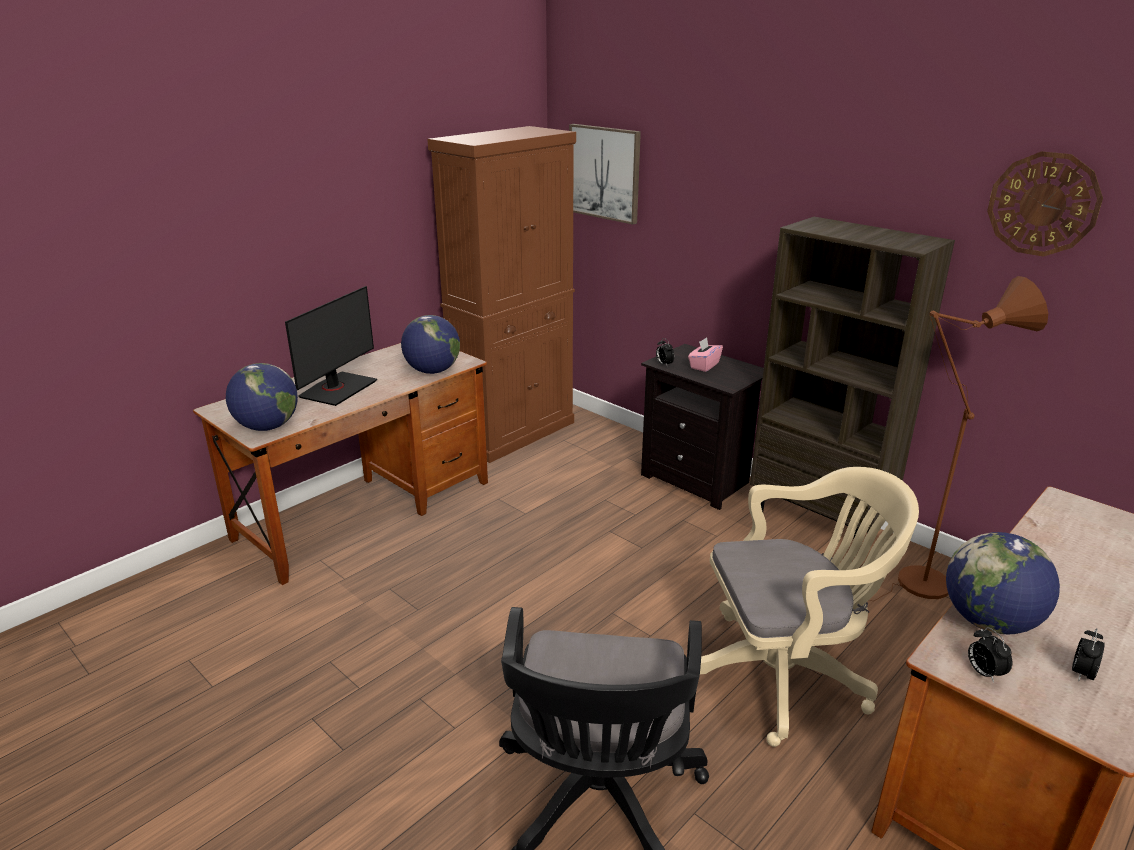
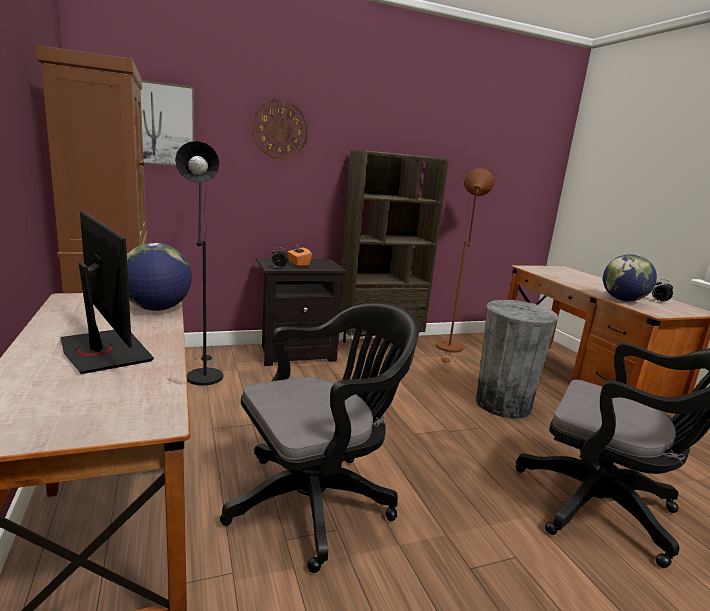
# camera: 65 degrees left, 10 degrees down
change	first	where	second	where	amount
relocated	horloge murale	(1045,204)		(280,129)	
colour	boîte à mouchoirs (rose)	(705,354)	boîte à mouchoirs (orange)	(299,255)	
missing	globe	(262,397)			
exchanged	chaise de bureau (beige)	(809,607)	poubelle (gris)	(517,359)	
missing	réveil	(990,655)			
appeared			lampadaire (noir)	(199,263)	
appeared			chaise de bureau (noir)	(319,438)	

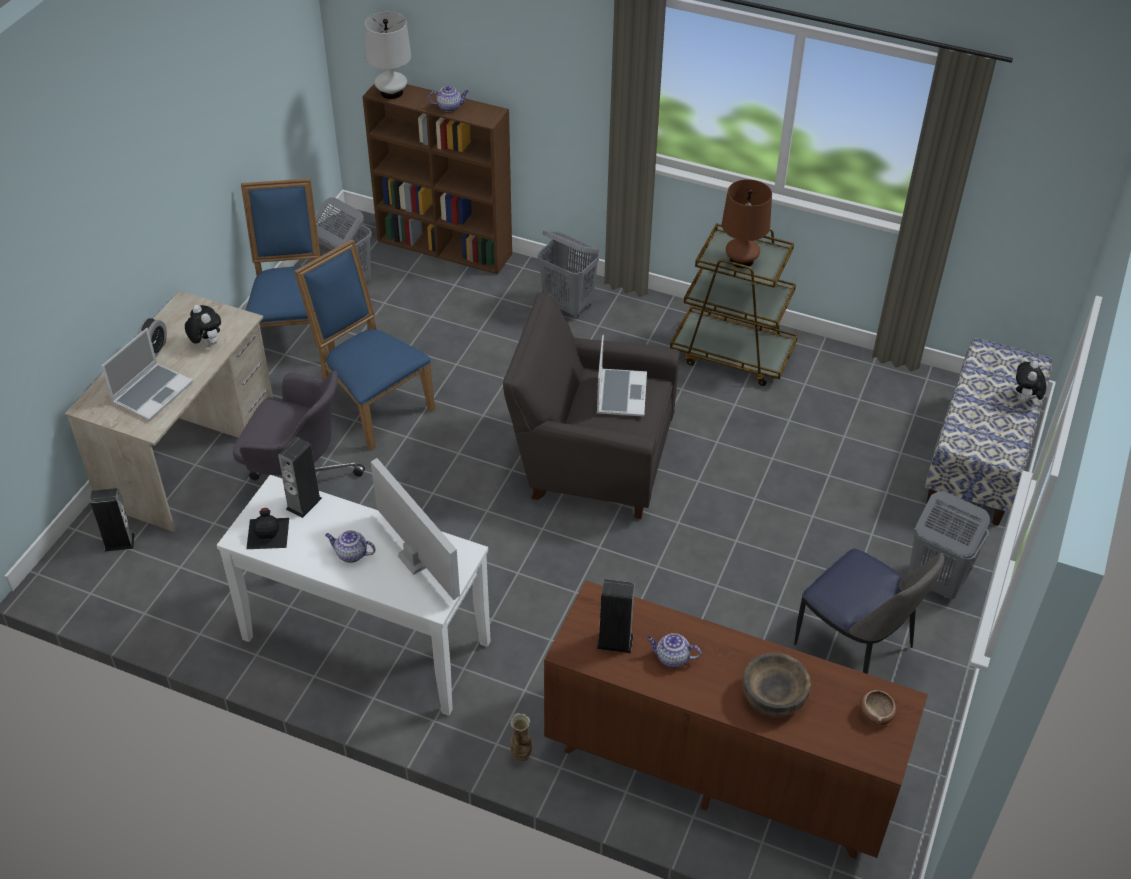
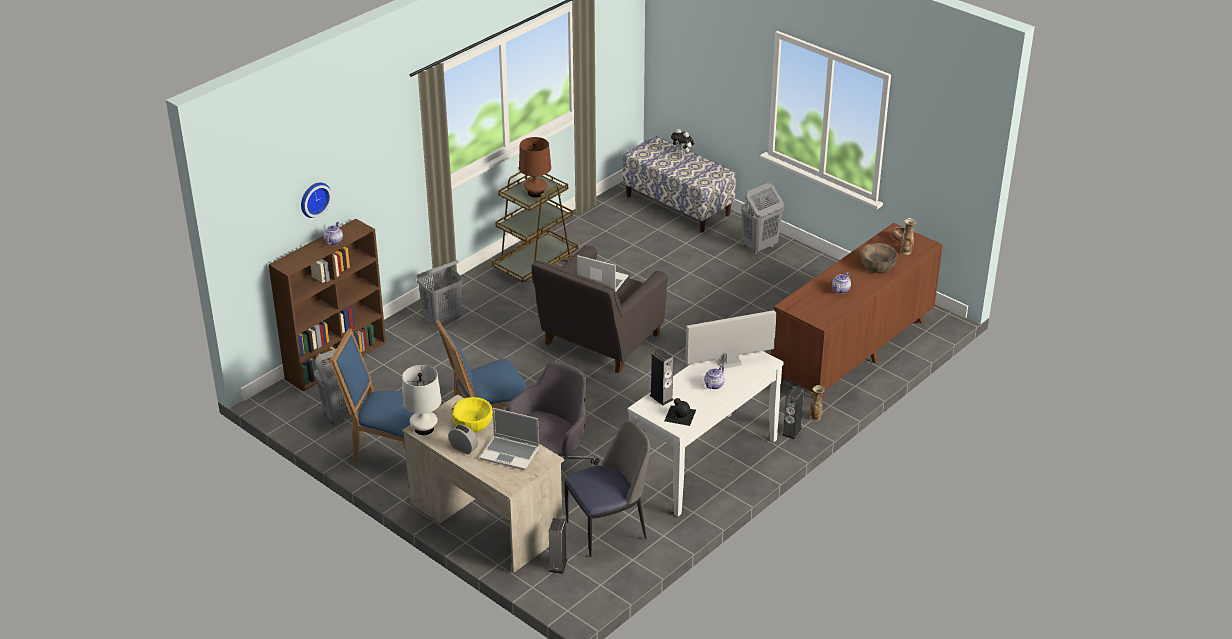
# camera: 70 degrees left, 10 degrees down
change	first	where	second	where	amount
relocated	lampe de table (blanc)	(388,55)		(422,400)	
exchanged	peluche	(203,325)	bol (jaune)	(472,414)	
spun	ordinateur portable	(147,374)		(509,439)	150 degrees clockwise
relocated	chaise	(869,611)		(607,488)	
relocated	enceinte	(616,616)		(793,412)	
appeared			horloge murale	(316,200)	
appeared			vase	(908,236)	

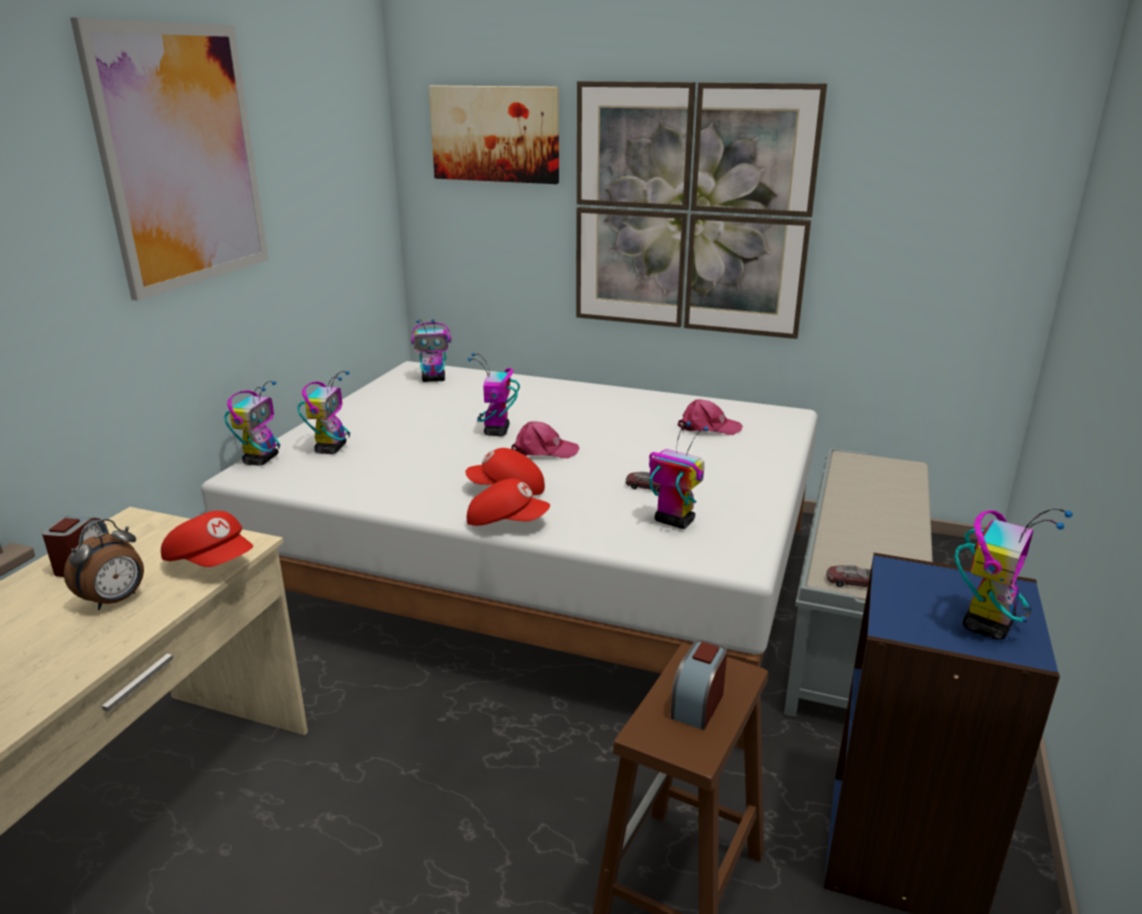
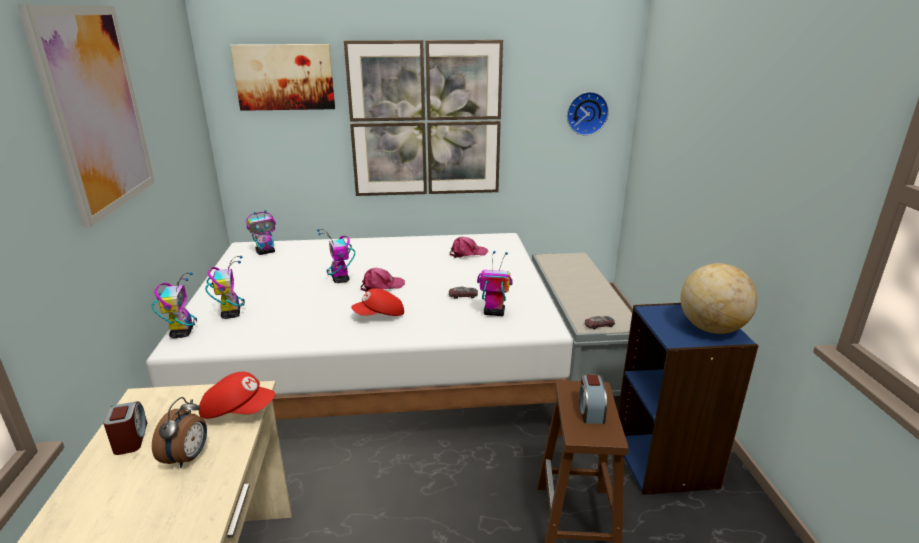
# camera: 25 degrees left, 0 degrees up
change	first	where	second	where	amount
missing	casquette (rouge)	(508,502)			
exchanged	robot jouet	(1013,574)	globe	(719,298)	
appeared			horloge murale	(588,114)	

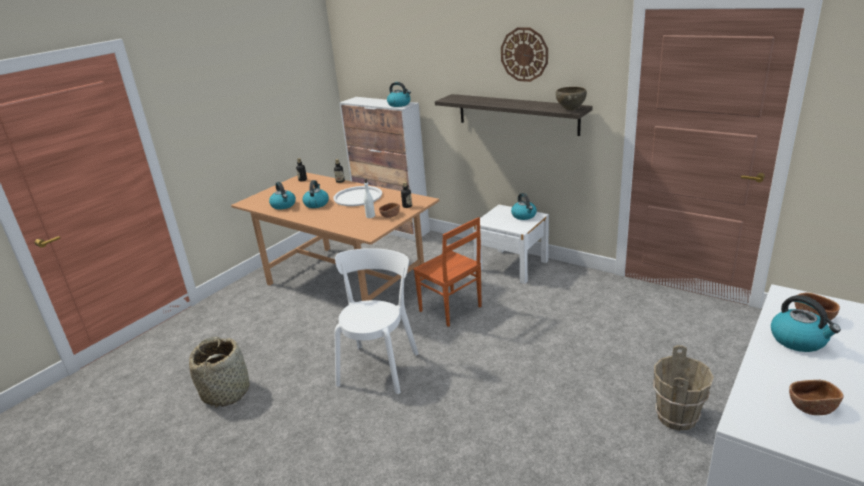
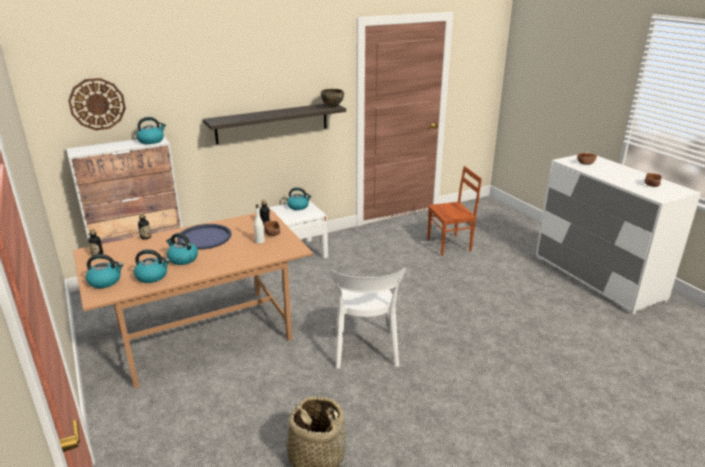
# camera: 65 degrees left, 0 degrees up
change	first	where	second	where	amount
relocated	horloge murale	(524,54)		(97,104)	
colour	plateau (blanc)	(357,196)	plateau (bleu)	(204,237)	
relocated	chaise (marron)	(447,272)		(454,211)	
spun	chaise (blanc)	(376,321)		(368,318)	135 degrees counterclockwise
relocated	bouilloire	(806,323)		(104,271)	
missing	seau (marron)	(683,388)			

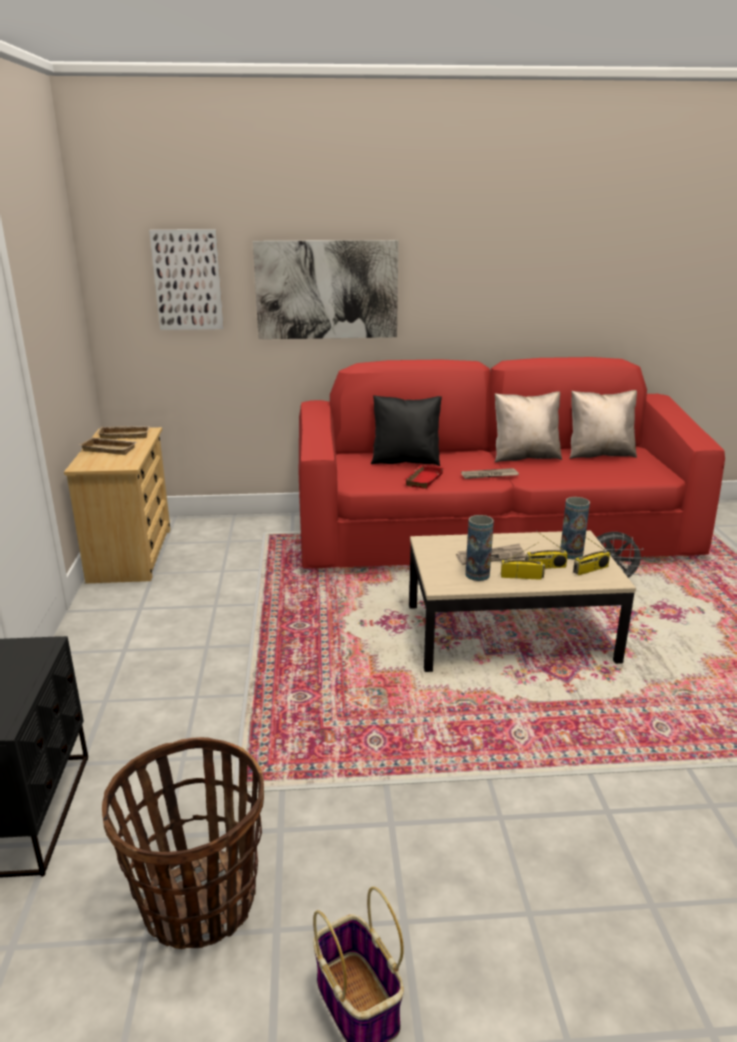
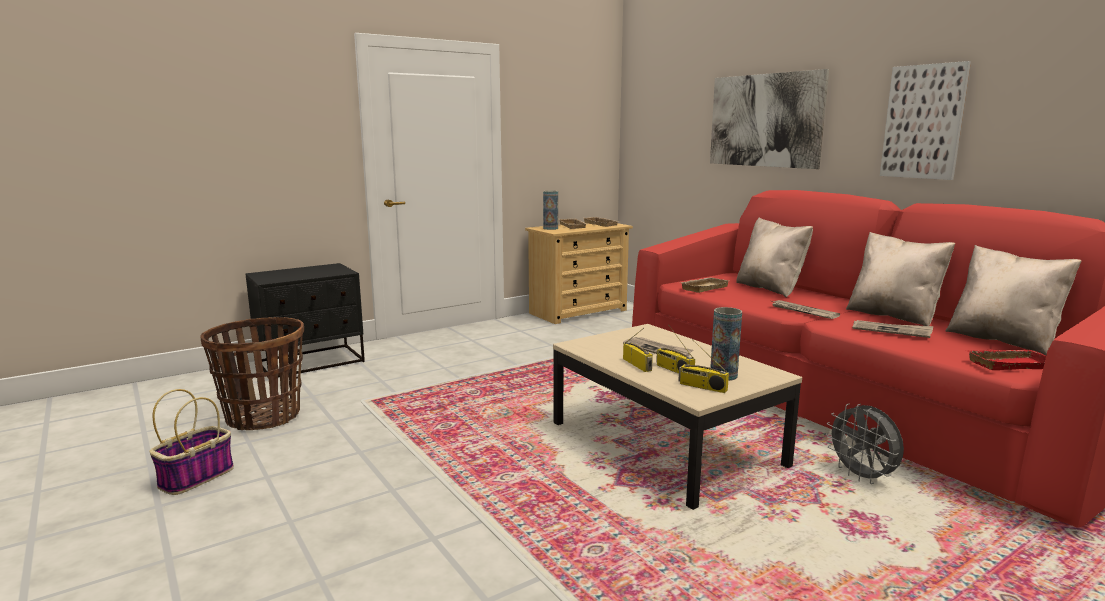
# camera: 60 degrees right, 10 degrees down
change	first	where	second	where	amount
relocated	tableau	(186,279)		(925,120)	
colour	coussin (noir)	(406,430)	coussin (beige)	(774,258)	
relocated	plateau (rouge)	(424,477)		(1006,360)	
relocated	vase	(479,548)		(550,210)	
appeared			plateau (beige)	(705,285)	
appeared			journal	(892,329)	

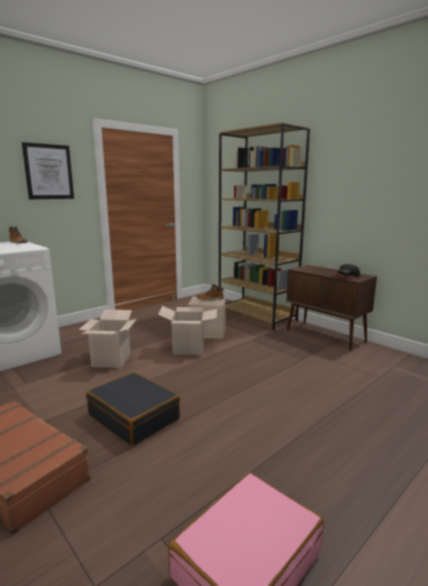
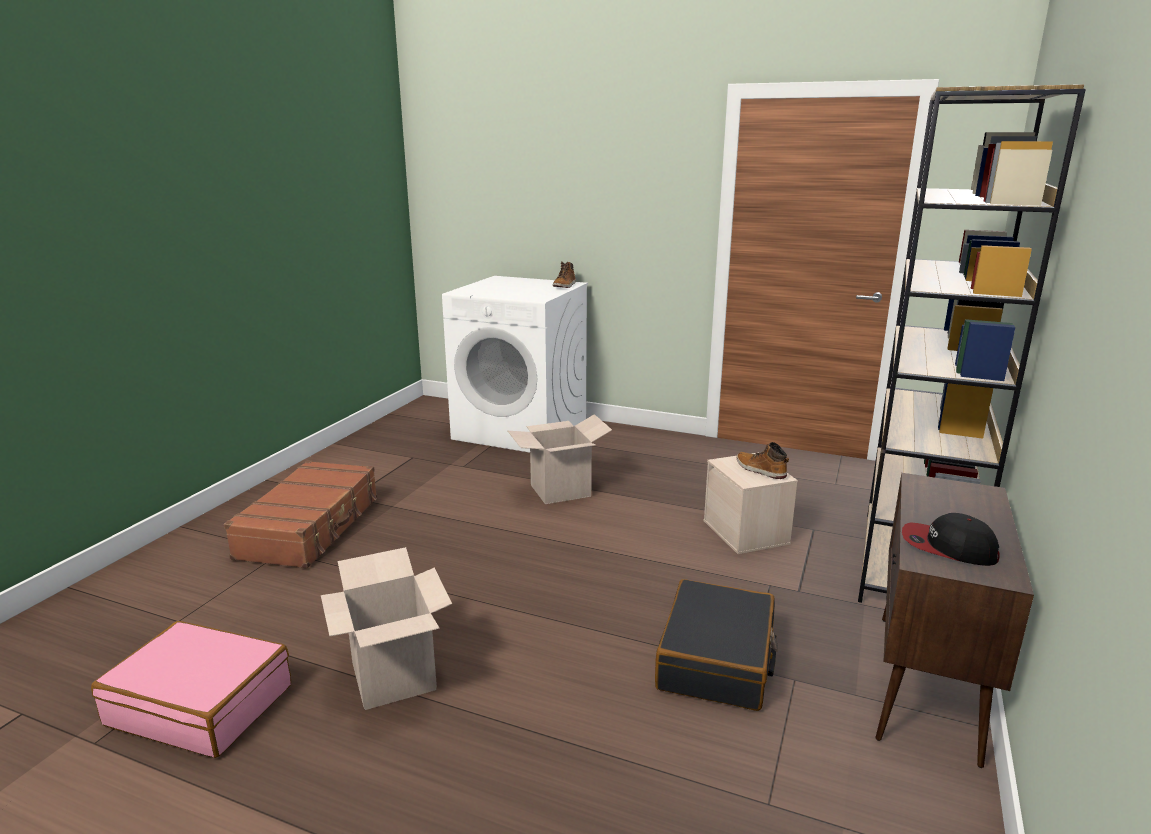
# camera: 65 degrees right, 5 degrees up
change	first	where	second	where	amount
missing	tableau	(48,170)			
relocated	carton	(187,330)		(386,628)	
relocated	valise (noir)	(133,409)		(716,645)	

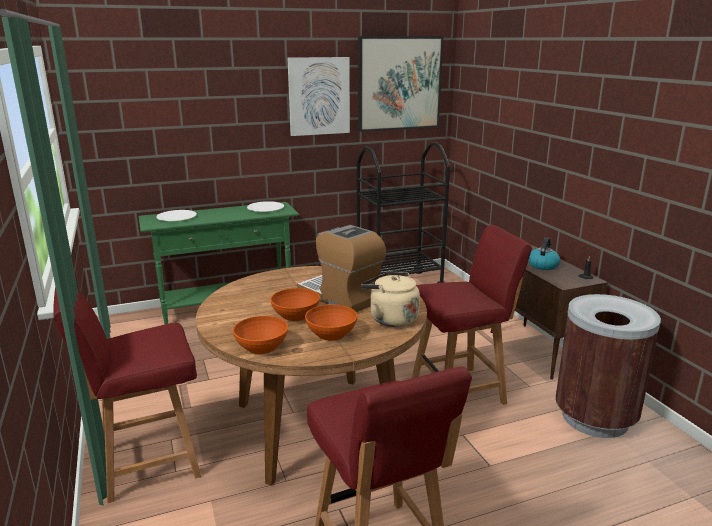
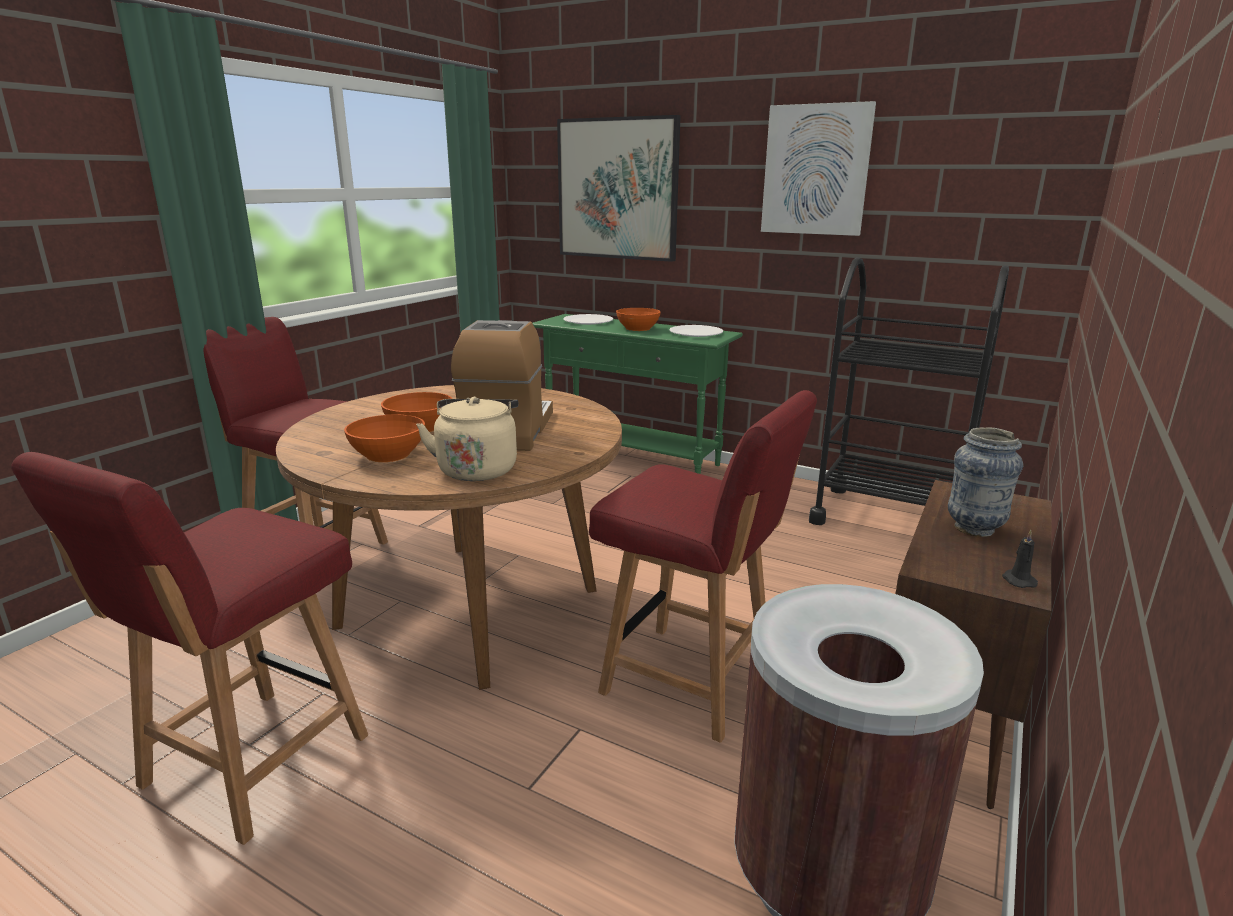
# camera: 50 degrees right, 0 degrees up
change	first	where	second	where	amount
relocated	tableau	(400,84)		(619,188)	
exchanged	bouilloire	(544,253)	vase	(985,482)	
relocated	bol (orange)	(260,335)		(638,319)	

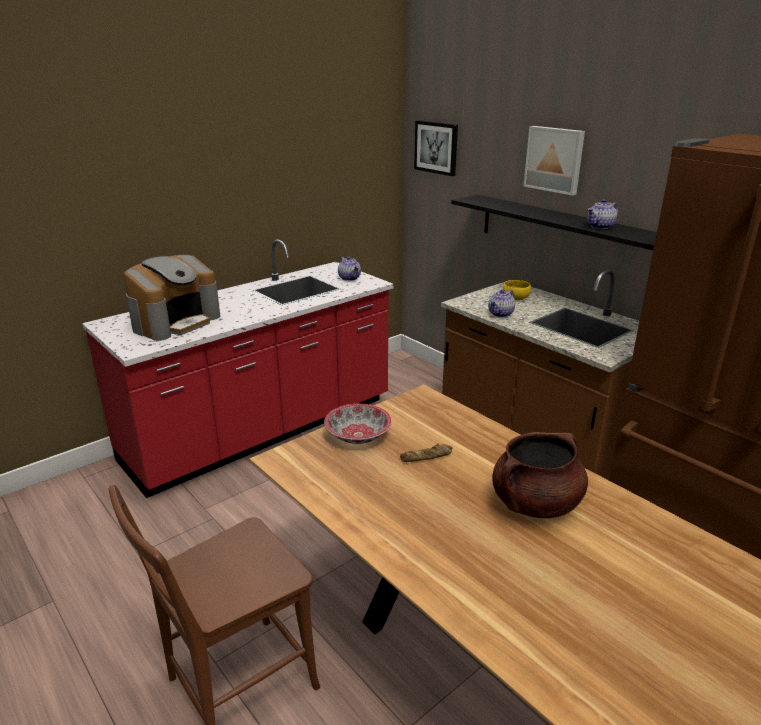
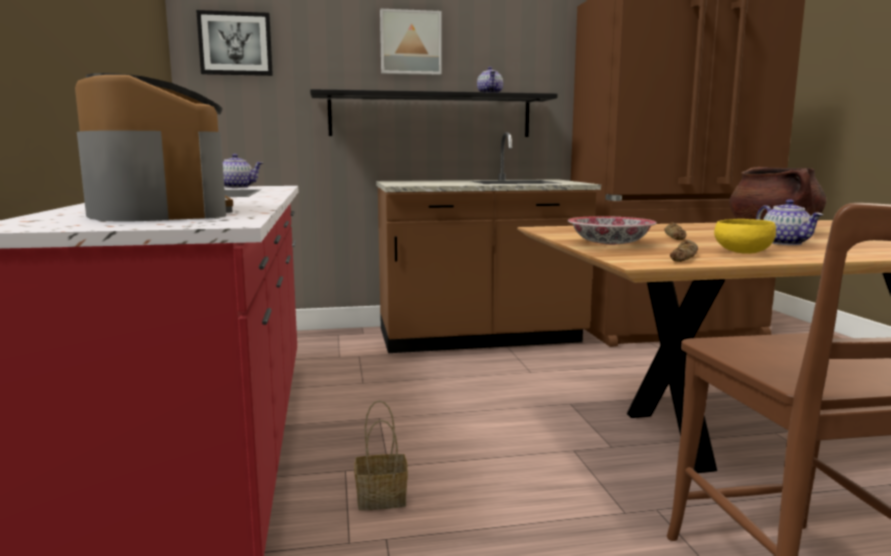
# camera: 60 degrees left, 15 degrees down
change	first	where	second	where	amount
relocated	bol (jaune)	(517,290)		(745,236)	
relocated	théière	(501,303)		(789,222)	
appeared			pain	(684,250)	
appeared			panier	(381,455)	

